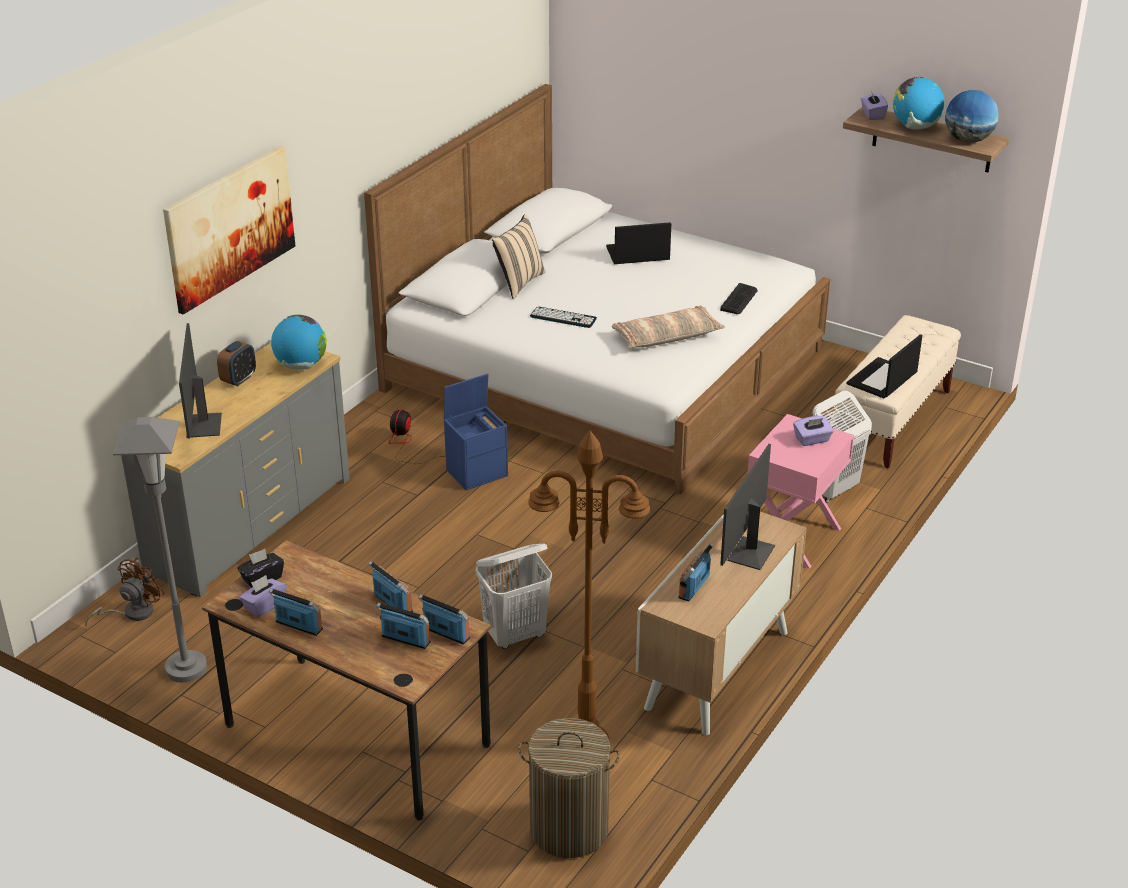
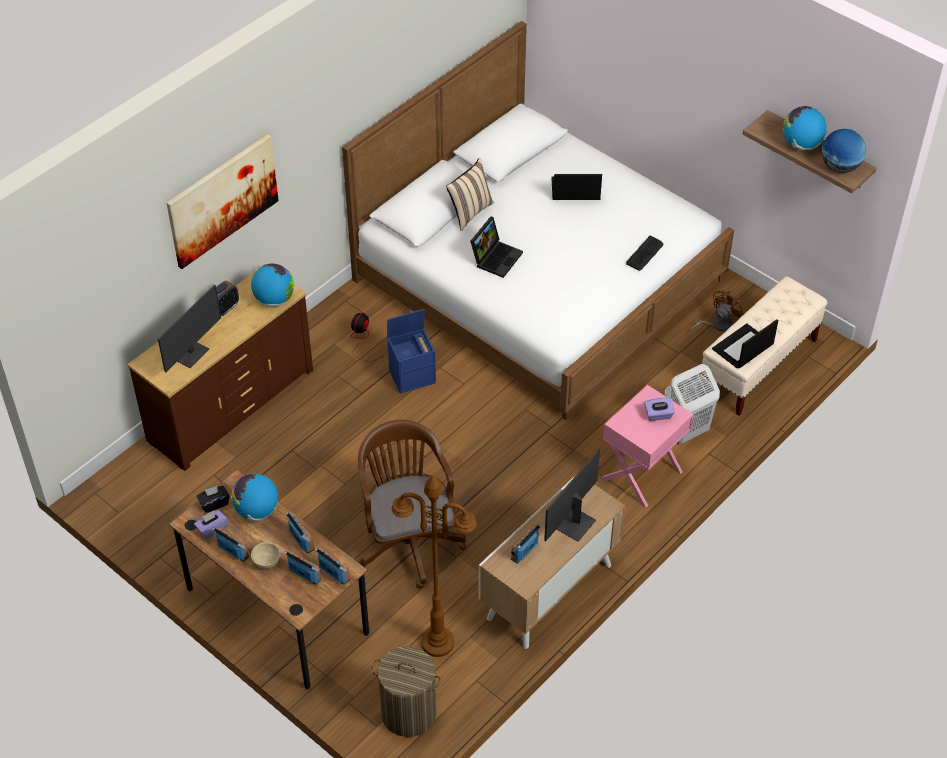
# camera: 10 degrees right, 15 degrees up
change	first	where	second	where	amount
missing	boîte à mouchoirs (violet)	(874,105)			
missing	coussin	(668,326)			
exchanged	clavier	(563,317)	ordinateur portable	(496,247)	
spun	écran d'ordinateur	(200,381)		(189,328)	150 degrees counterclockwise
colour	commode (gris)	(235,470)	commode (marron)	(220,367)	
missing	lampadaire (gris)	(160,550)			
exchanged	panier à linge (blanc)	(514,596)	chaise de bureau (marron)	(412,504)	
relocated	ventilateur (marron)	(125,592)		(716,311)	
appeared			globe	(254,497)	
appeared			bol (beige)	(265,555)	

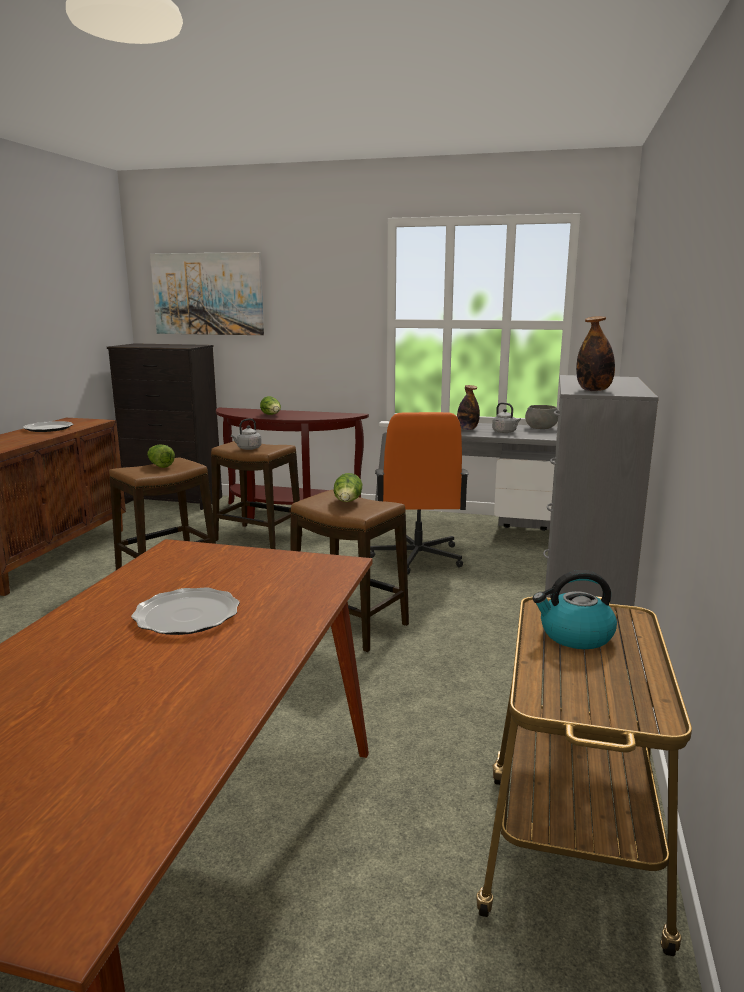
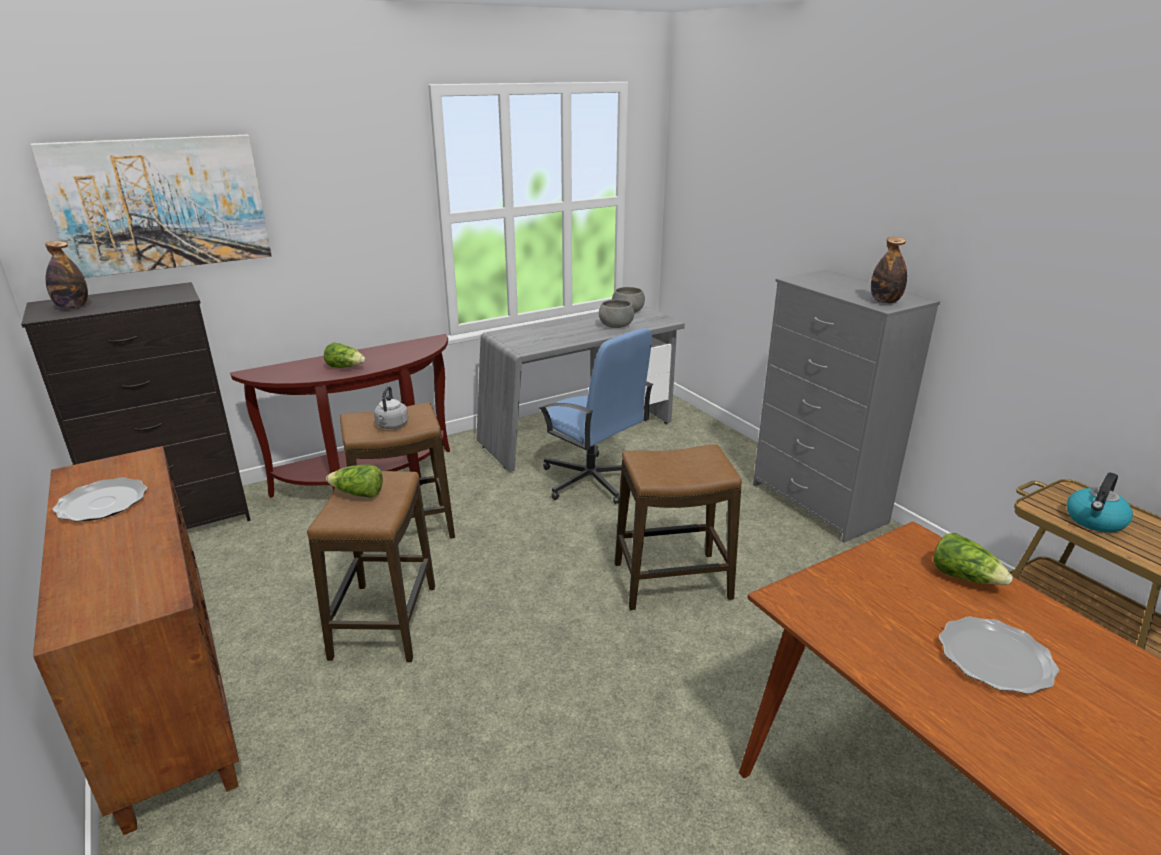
# camera: 45 degrees left, 10 degrees up
change	first	where	second	where	amount
relocated	bouteille	(468,407)		(66,275)	
exchanged	bouilloire (gris)	(506,417)	bol (gris)	(616,314)	
colour	chaise de bureau (orange)	(419,493)	chaise de bureau (bleu)	(595,416)	
relocated	laitue	(348,487)		(973,559)	

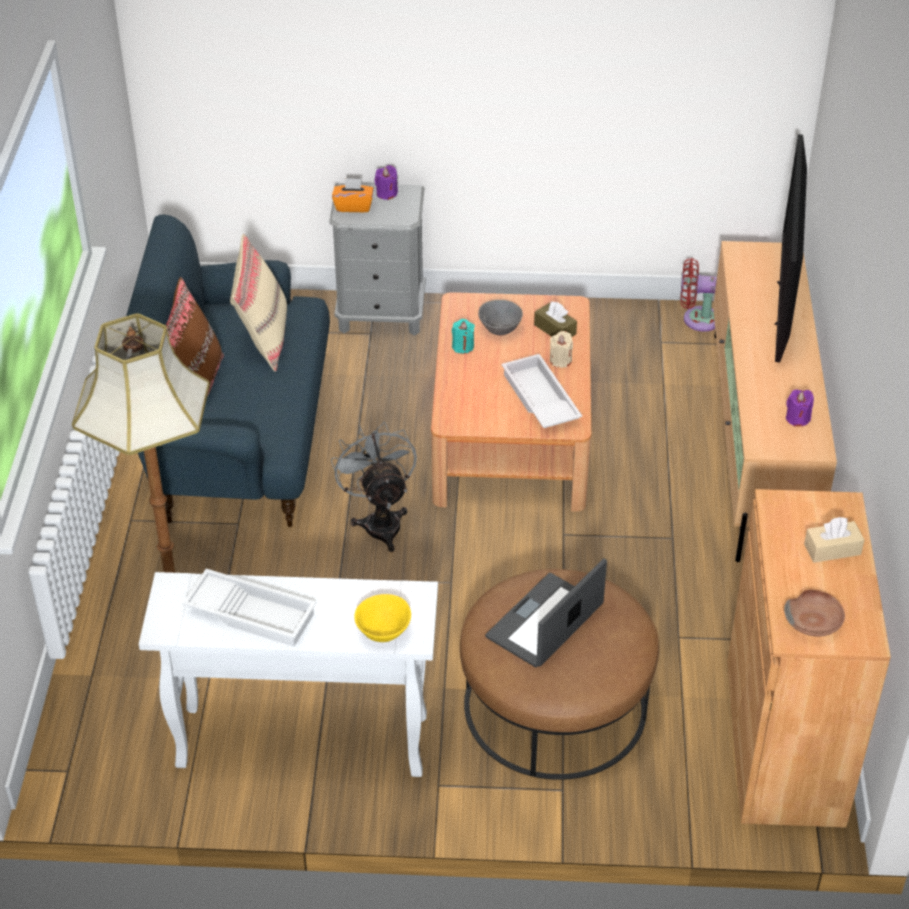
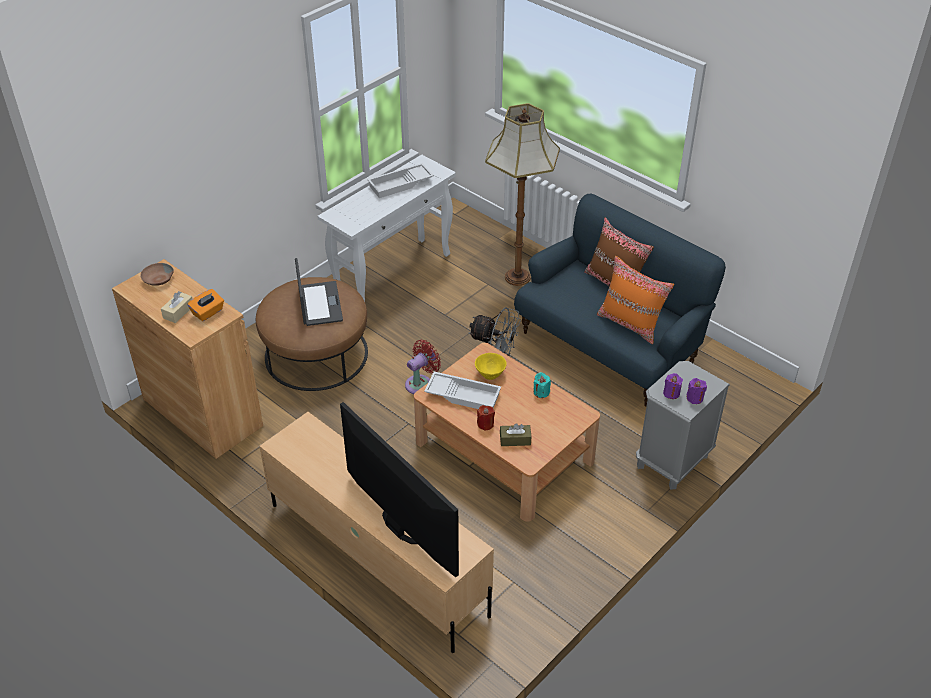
# camera: 130 degrees right, 0 degrees up
change	first	where	second	where	amount
relocated	boîte à mouchoirs (orange)	(353,195)		(206,305)	
colour	coussin (beige)	(258,303)	coussin (orange)	(635,300)	
relocated	ventilateur (rouge)	(699,294)		(423,367)	
missing	bol (gris)	(500,317)			
colour	bougie (beige)	(561,349)	bougie (rouge)	(486,418)	
relocated	bougie (violet)	(800,408)		(673,386)	
relocated	bol (jaune)	(382,618)		(491,366)	

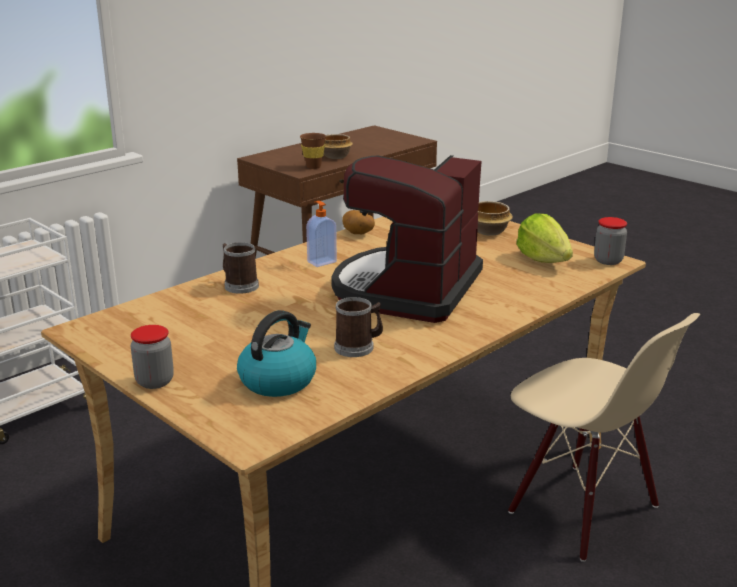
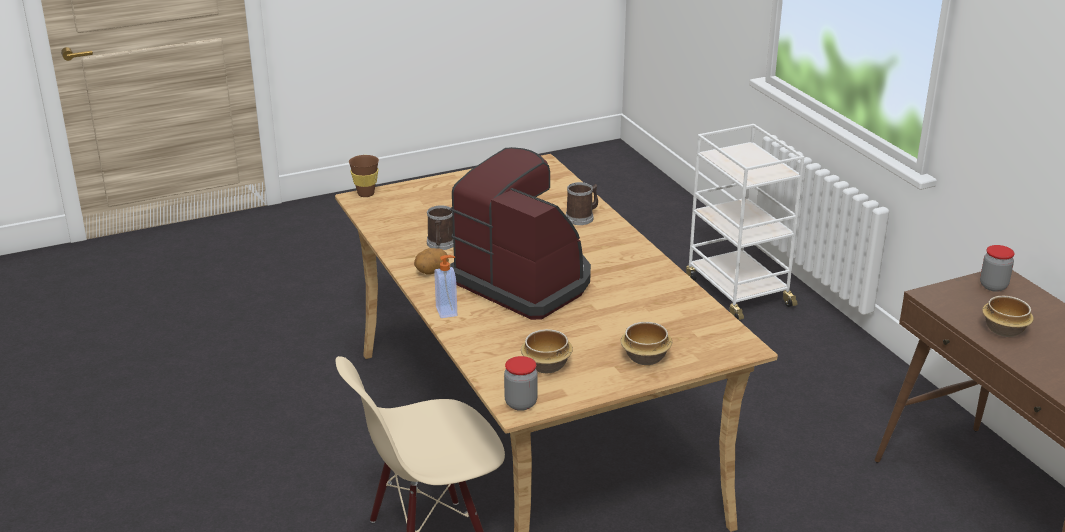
# camera: 110 degrees right, 5 degrees up
change	first	where	second	where	amount
relocated	tasse (marron)	(313,151)		(364,176)	
relocated	distributeur de savon	(321,234)		(445,286)	
relocated	pomme de terre	(358,222)		(431,261)	
exchanged	laitue	(544,238)	bol	(547,351)	
missing	bouilloire	(276,353)			
relocated	bocal	(152,357)		(997,268)	

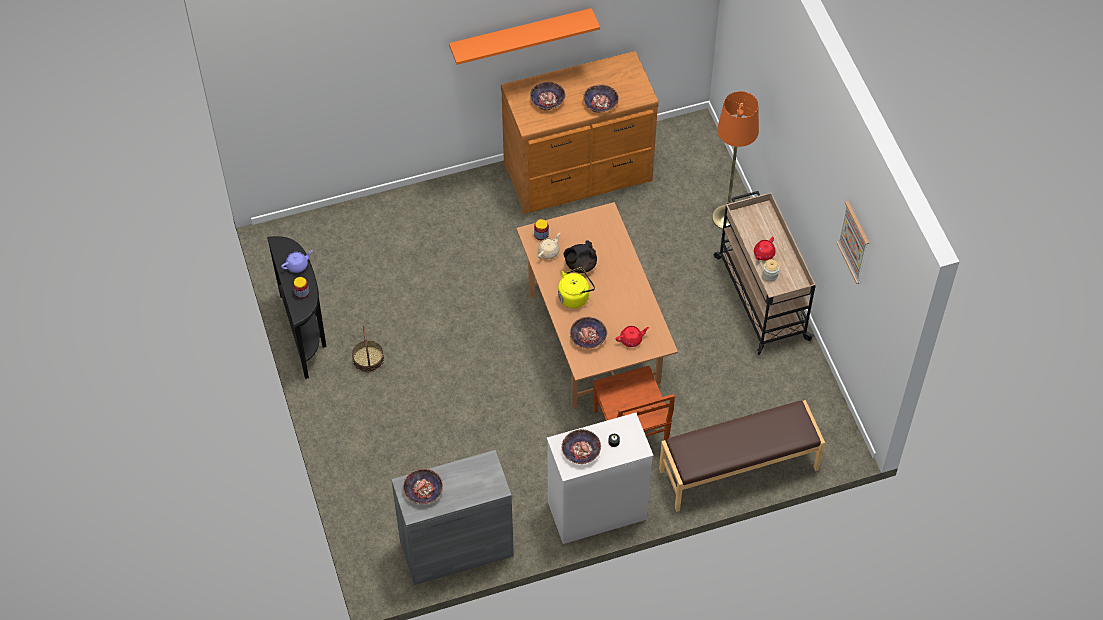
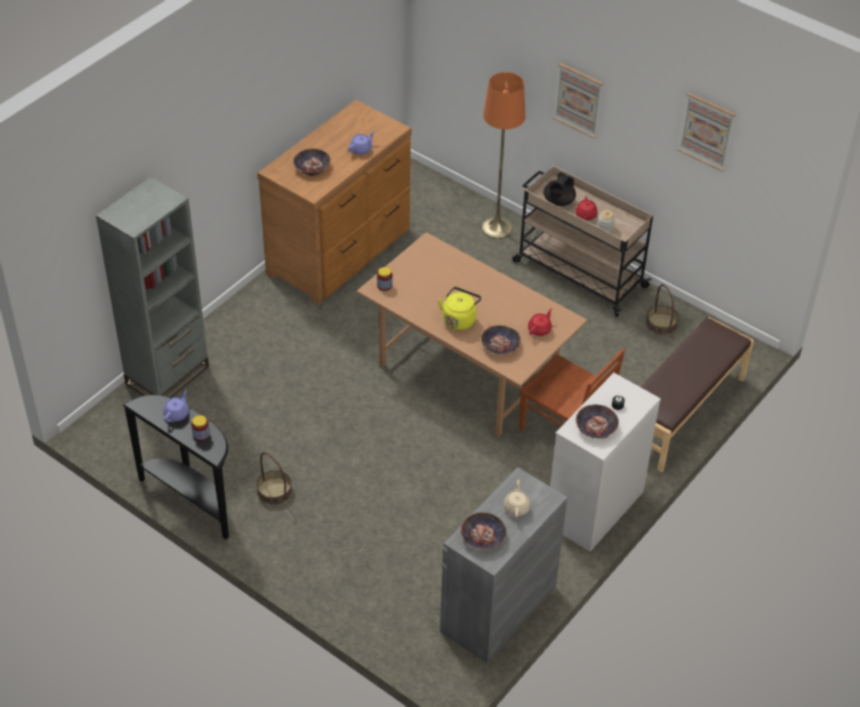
# camera: 35 degrees left, 10 degrees down
change	first	where	second	where	amount
missing	étagère (orange)	(524,36)			
exchanged	bol	(601,98)	théière (violet)	(361,143)	
relocated	théière (beige)	(549,246)		(516,499)	
relocated	théière (noir)	(580,256)		(560,189)	
appeared			tableau	(578,101)	
appeared			bibliothèque (gris)	(152,287)	
appeared			panier	(662,310)	

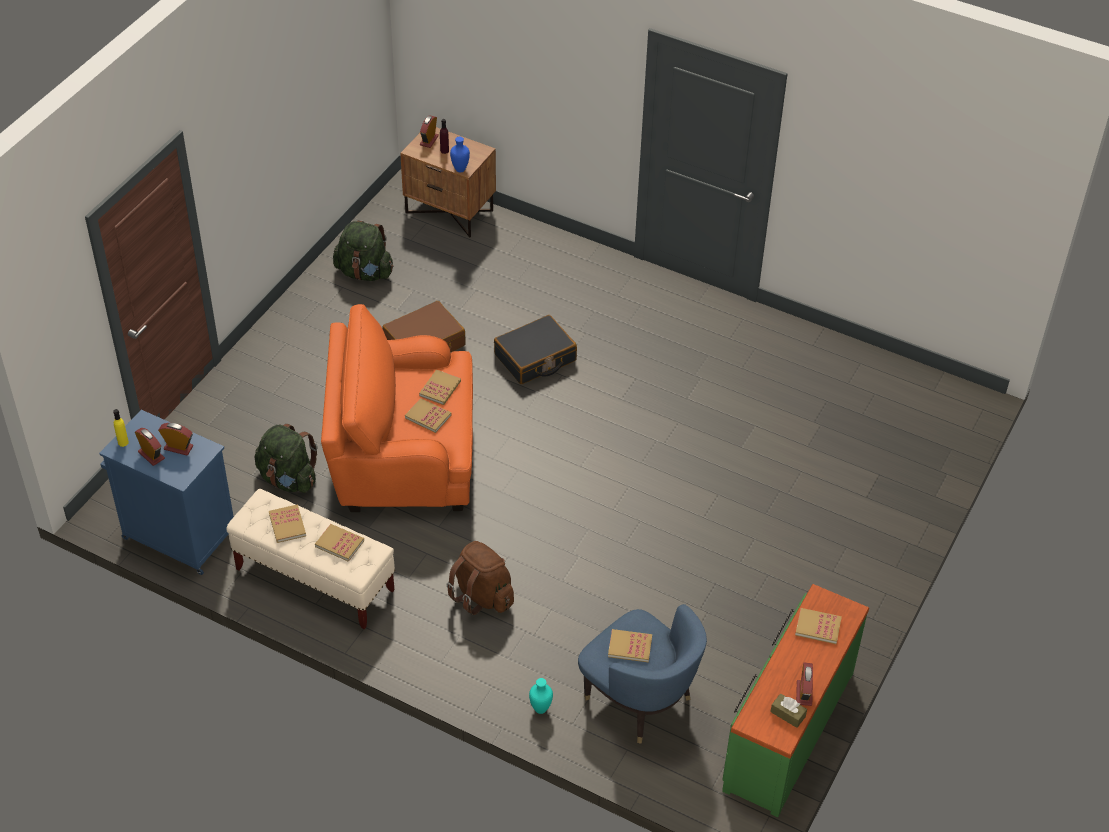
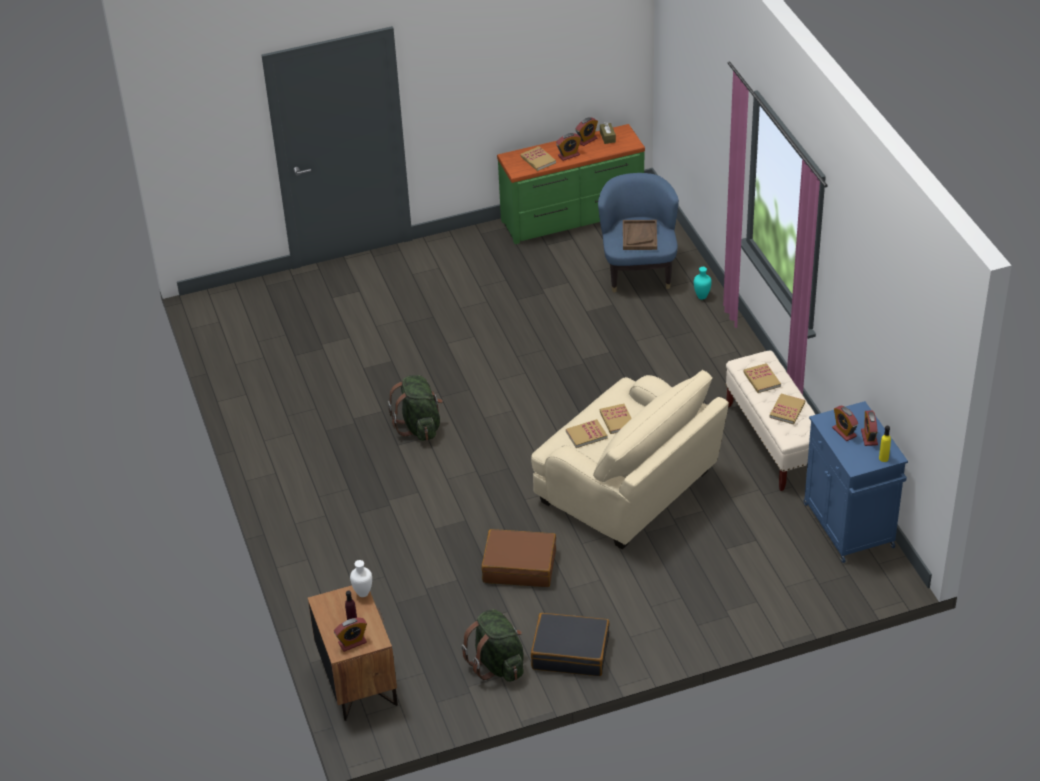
# camera: 135 degrees left, 5 degrees down
change	first	where	second	where	amount
colour	vase (bleu)	(460,155)	vase (blanc)	(361,578)	
colour	fauteuil (orange)	(397,408)	fauteuil (beige)	(630,459)	
relocated	valise (noir)	(535,349)		(570,644)	
relocated	sac à dos (vert)	(286,458)		(415,408)	
missing	sac à dos (marron)	(480,578)			
exchanged	livre	(630,645)	plateau (marron)	(640,235)	
appeared			réveil	(568,147)	

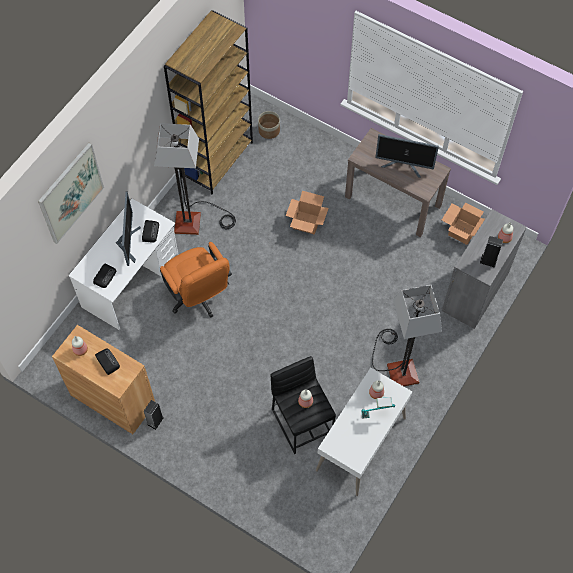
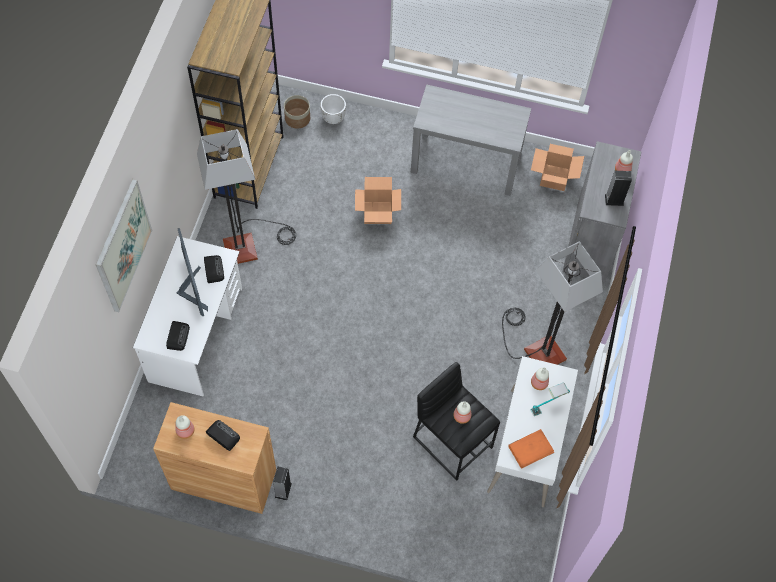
# camera: 20 degrees left, 0 degrees up
change	first	where	second	where	amount
colour	table console (marron)	(398,182)	table console (gris)	(471,140)	
missing	écran d'ordinateur	(407,156)			
missing	chaise de bureau (orange)	(196,280)			
appeared			cache-pot (blanc)	(333,109)	
appeared			livre (orange)	(531,449)	

